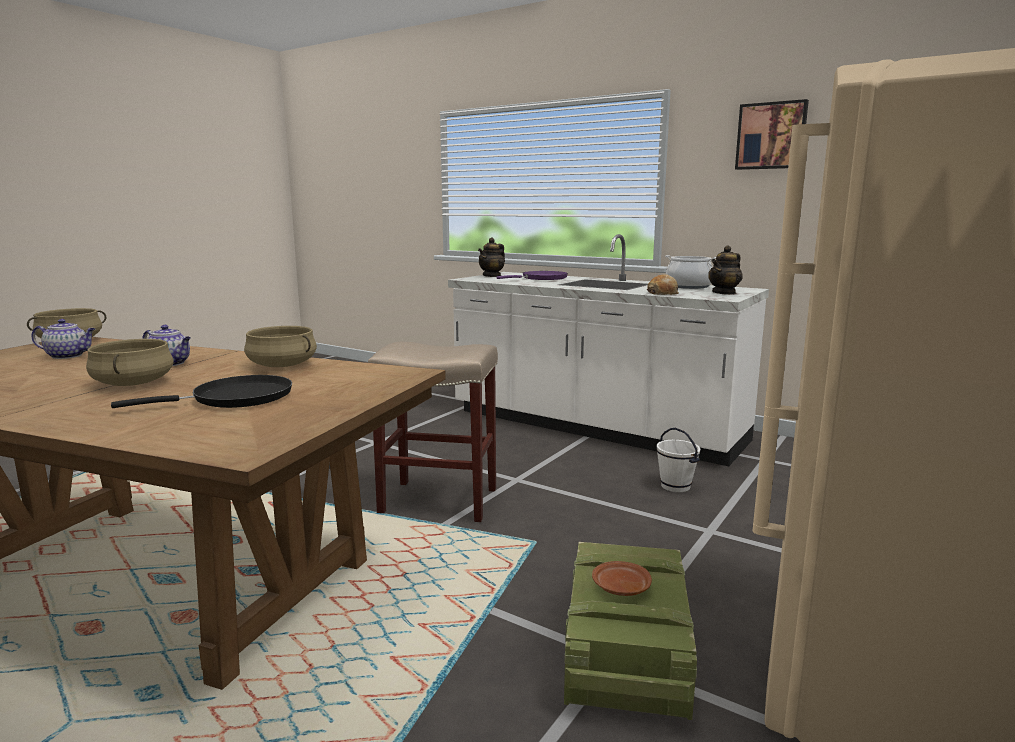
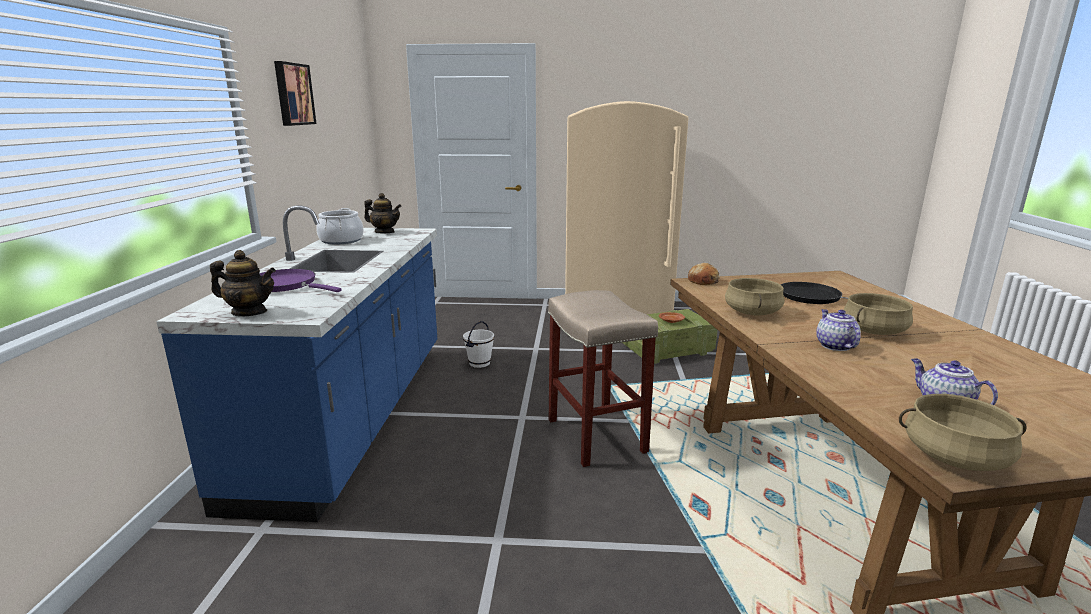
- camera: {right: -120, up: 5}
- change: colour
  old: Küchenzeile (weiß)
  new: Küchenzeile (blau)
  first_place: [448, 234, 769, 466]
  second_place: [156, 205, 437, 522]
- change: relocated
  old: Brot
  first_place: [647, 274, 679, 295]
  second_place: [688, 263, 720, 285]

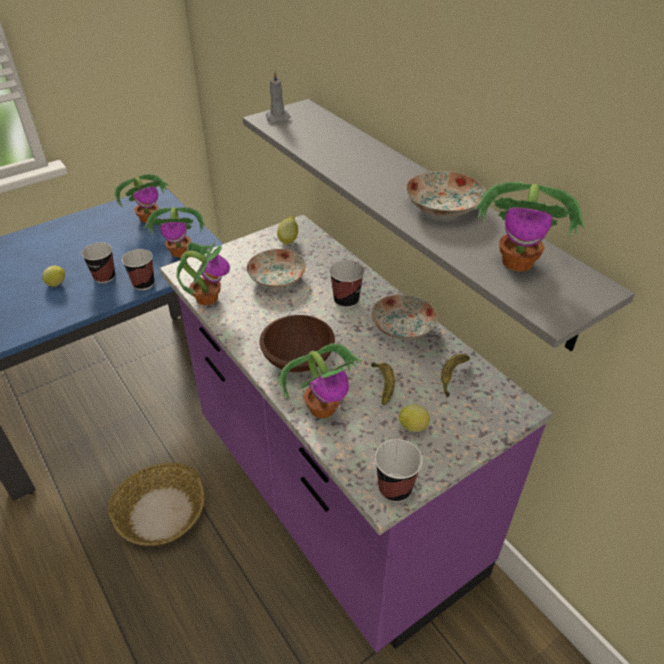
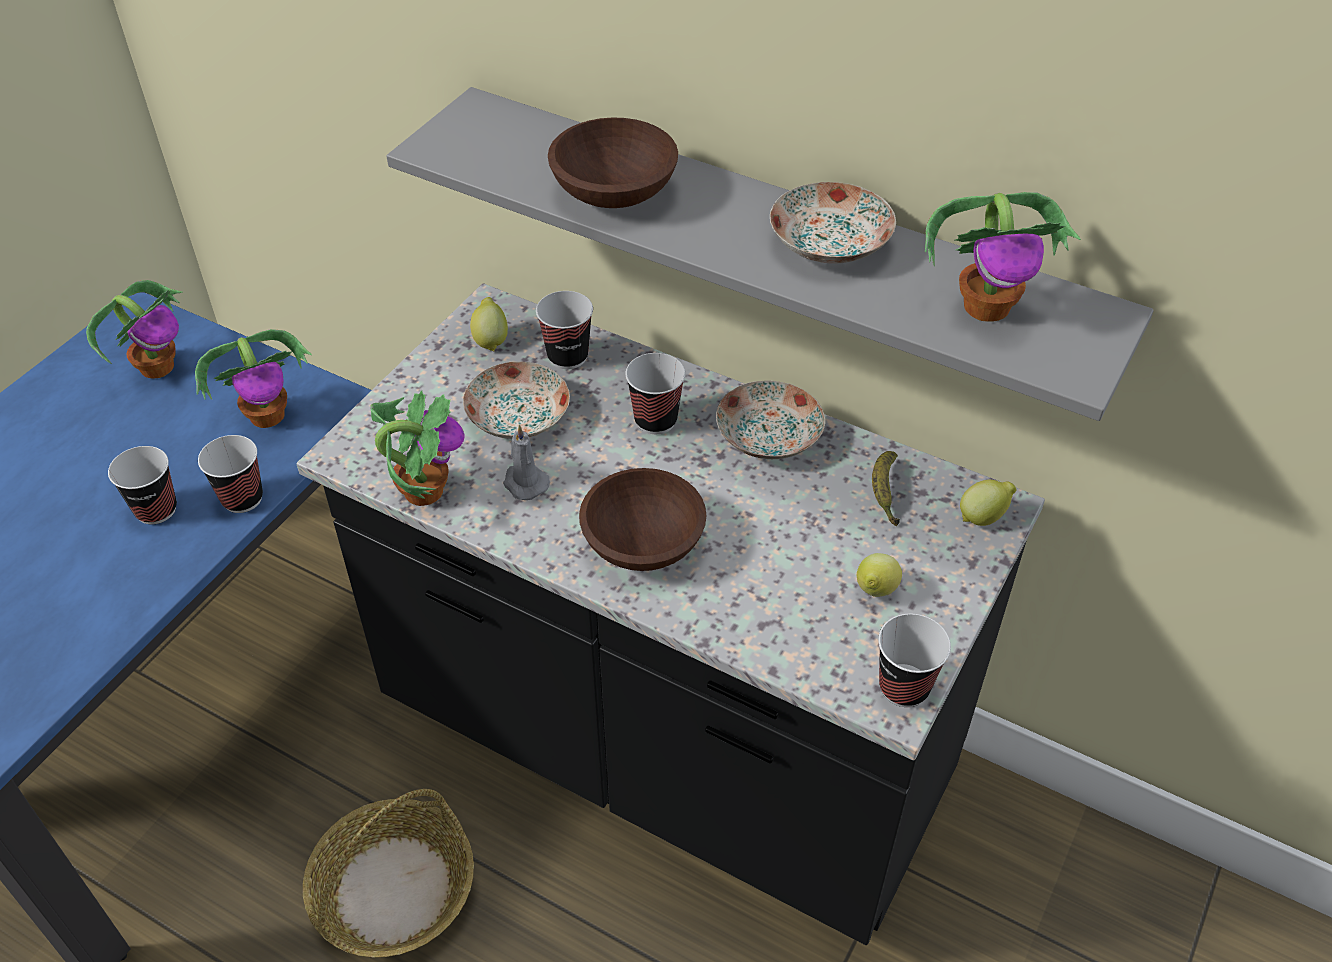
- camera: {right: -25, up: 5}
- change: colour
  old: Küchenzeile (lila)
  new: Küchenzeile (schwarz)
  first_place: [160, 214, 553, 653]
  second_place: [297, 283, 1045, 945]
- change: relocated
  old: Kerze (grau)
  first_place: [266, 71, 291, 123]
  second_place: [503, 424, 550, 500]
- change: appeared
  new: Tasse
  second_place: [536, 291, 593, 369]
- change: appeared
  new: Schüssel (braun)
  second_place: [548, 118, 678, 208]
- change: relocated
  old: Zitrone
  first_place: [42, 266, 65, 287]
  second_place: [960, 480, 1017, 526]
- change: missing
  old: Topfpflanze
  first_place: [279, 343, 362, 418]
- change: missing
  old: Banane
  first_place: [371, 362, 395, 405]

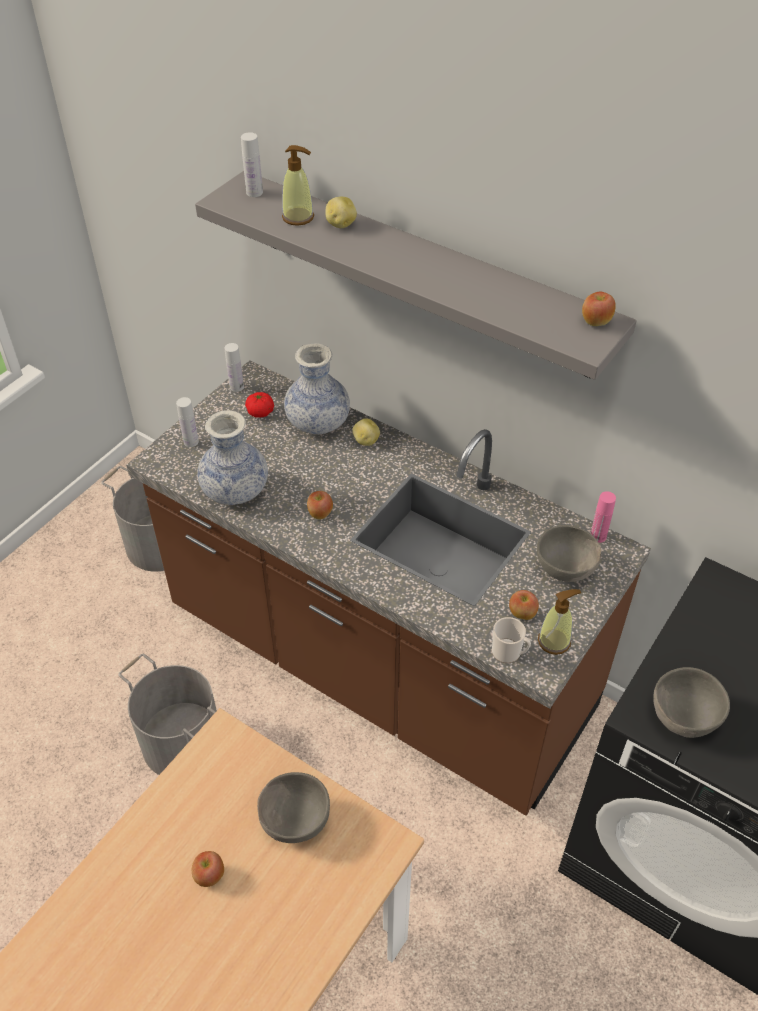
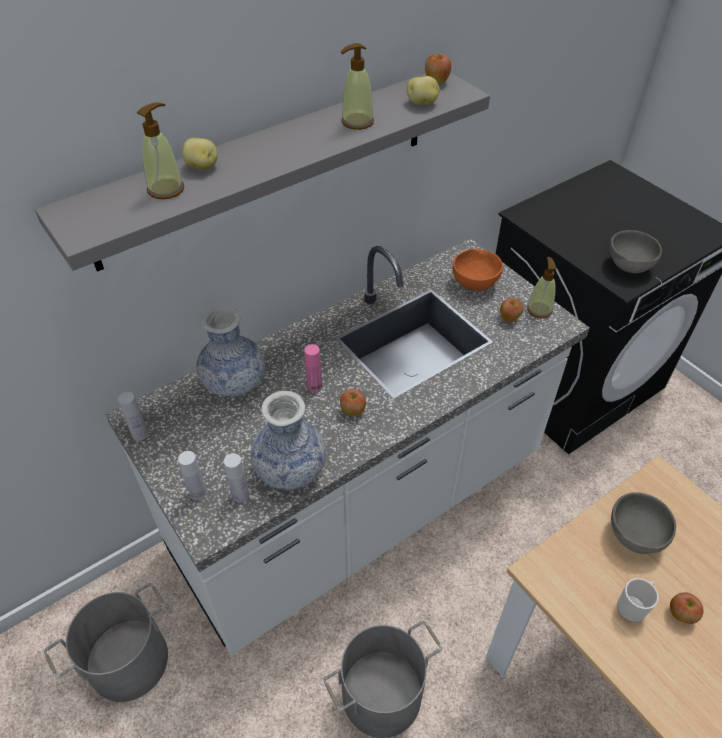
- camera: {right: -70, up: 0}
- change: colour
  old: Küchenzeile (braun)
  new: Küchenzeile (weiß)
  first_place: [126, 360, 651, 816]
  second_place: [105, 238, 590, 656]
- change: relocated
  old: Flasche (weiß)
  first_place: [241, 132, 263, 197]
  second_place: [224, 453, 249, 503]
- change: relocated
  old: Flasche (rosa)
  first_place: [591, 491, 616, 543]
  second_place: [305, 344, 322, 392]
- change: appeared
  new: Seifenspender
  second_place: [340, 43, 374, 130]
- change: relocated
  old: Kartoffel
  first_place: [352, 418, 380, 446]
  second_place: [407, 76, 440, 105]
- change: colour
  old: Schüssel (grau)
  new: Schüssel (orange)
  first_place: [537, 525, 601, 582]
  second_place: [453, 249, 503, 291]
- change: relocated
  old: Henkelbecher
  first_place: [492, 617, 531, 663]
  second_place: [617, 578, 659, 622]
- change: missing
  old: Tomate
  first_place: [245, 392, 274, 418]

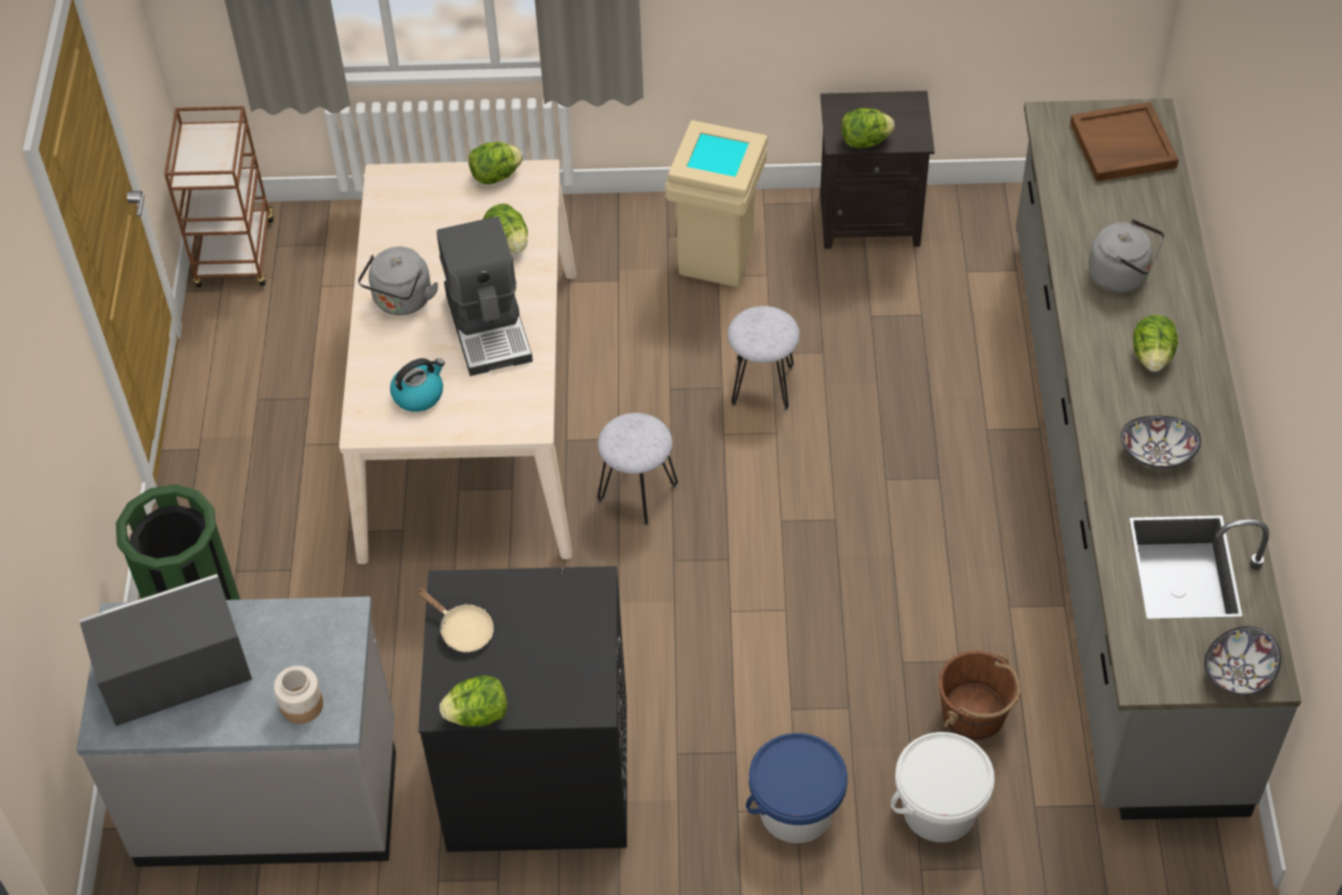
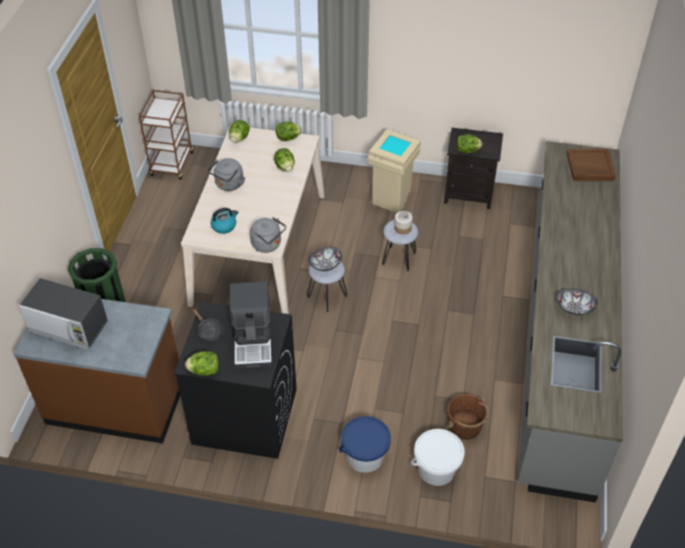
- camera: {right: 10, up: -5}
- change: colour
  old: Küchenzeile (grau)
  new: Küchenzeile (braun)
  first_place: [77, 596, 396, 867]
  second_place: [13, 299, 180, 443]
- change: spun
  old: Mikrowelle
  first_place: [79, 574, 252, 726]
  second_place: [19, 278, 108, 350]
  degrees: -150
- change: colour
  old: Pfanne (beige)
  new: Pfanne (schwarz)
  first_place: [417, 588, 494, 652]
  second_place: [191, 307, 224, 341]
- change: relocated
  old: Salatkopf
  first_place: [1133, 315, 1178, 372]
  second_place: [229, 120, 250, 143]
- change: relocated
  old: Kaffeemaschine
  first_place: [437, 216, 533, 376]
  second_place: [230, 281, 272, 369]
- change: relocated
  old: Wasserkessel (grau)
  first_place: [1088, 219, 1165, 293]
  second_place: [250, 217, 286, 253]
- change: relocated
  old: Schüssel
  first_place: [1204, 626, 1281, 695]
  second_place: [308, 247, 342, 271]
- change: relocated
  old: Vorratsglas
  first_place: [274, 666, 323, 724]
  second_place: [394, 211, 412, 235]

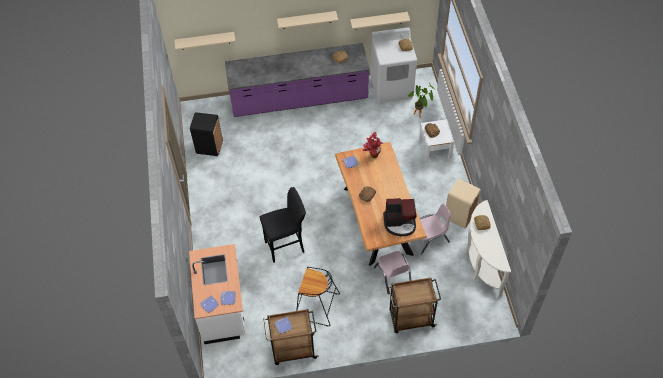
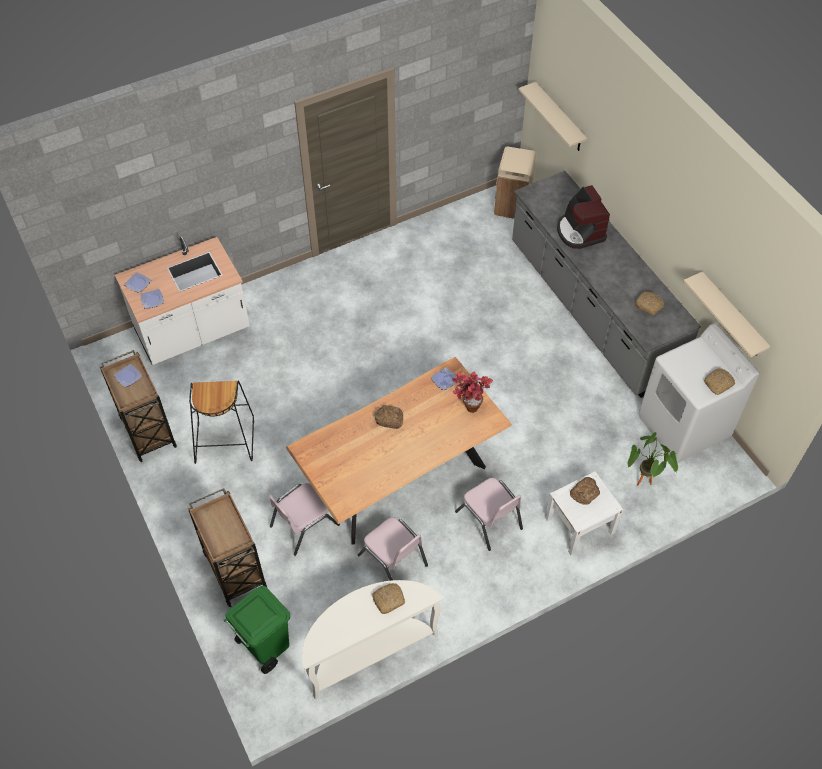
- camera: {right: 70, up: 0}
- change: appeared
  new: Mülleimer (grün)
  second_place: [224, 586, 290, 674]
- change: appeared
  new: Stuhl (rosa)
  second_place: [455, 478, 523, 551]
- change: relocated
  old: Mülleimer (beige)
  first_place: [446, 178, 481, 229]
  second_place: [494, 147, 536, 219]
- change: colour
  old: Küchenzeile (lila)
  new: Küchenzeile (grau)
  first_place: [225, 43, 370, 117]
  second_place: [512, 171, 701, 398]
- change: relocated
  old: Kaffeemaschine
  first_place: [383, 198, 416, 236]
  second_place: [557, 185, 610, 249]
- change: missing
  old: Mülleimer (schwarz)
  first_place: [190, 112, 223, 156]
- change: missing
  old: Hocker (schwarz)
  first_place: [260, 187, 306, 263]
- change: missing
  old: Wandregal (beige)
  first_place: [277, 11, 338, 29]

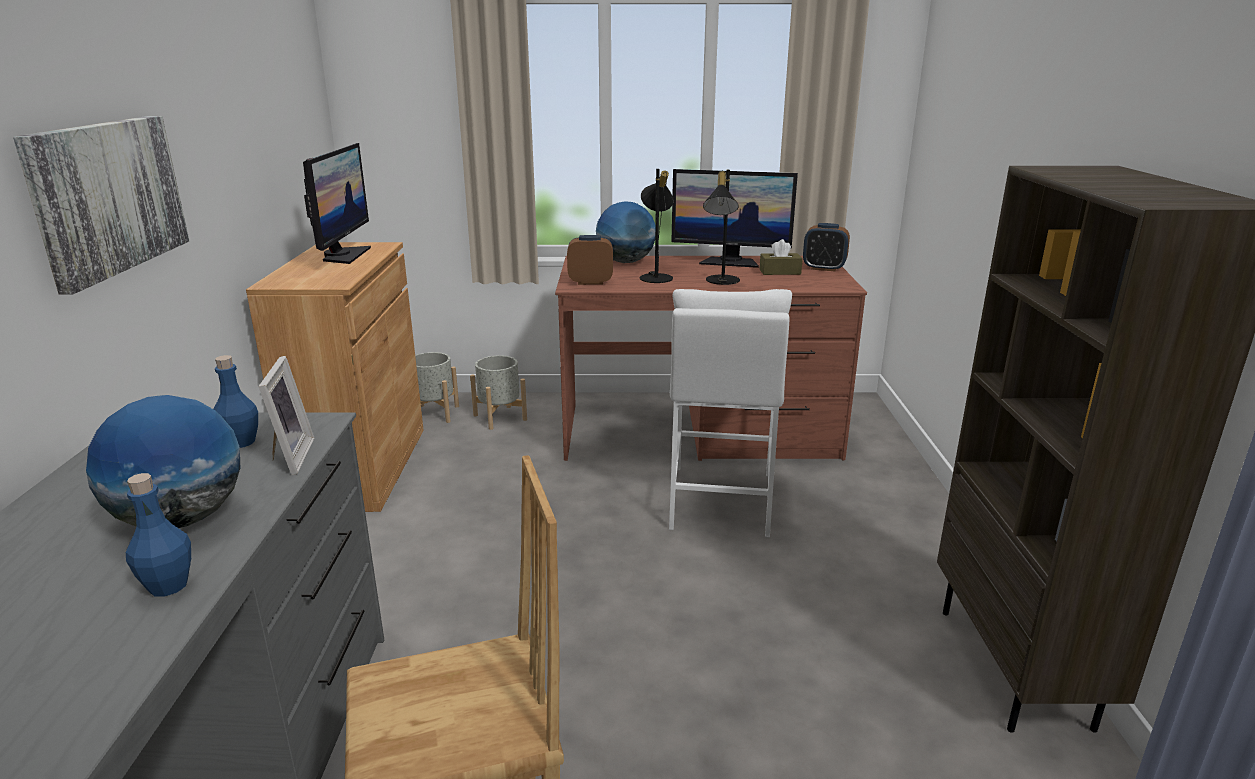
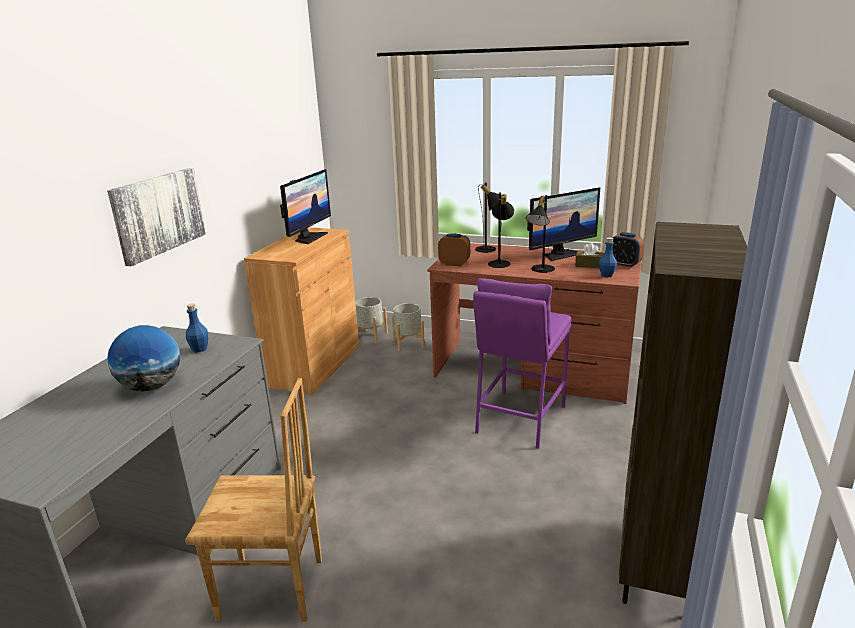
- camera: {right: 20, up: 0}
- change: colour
  old: Hocker (weiß)
  new: Hocker (lila)
  first_place: [669, 289, 792, 538]
  second_place: [473, 278, 571, 449]
- change: exchanged
  old: Globus
  new: Tischlampe (schwarz)
  first_place: [596, 201, 655, 263]
  second_place: [475, 182, 499, 253]
- change: spun
  old: Monitor
  first_place: [671, 169, 798, 268]
  second_place: [527, 187, 600, 261]
  degrees: -60
- change: relocated
  old: Flasche (blau)
  first_place: [126, 473, 191, 596]
  second_place: [599, 238, 617, 277]
- change: missing
  old: Bilderrahmen
  first_place: [258, 356, 315, 475]

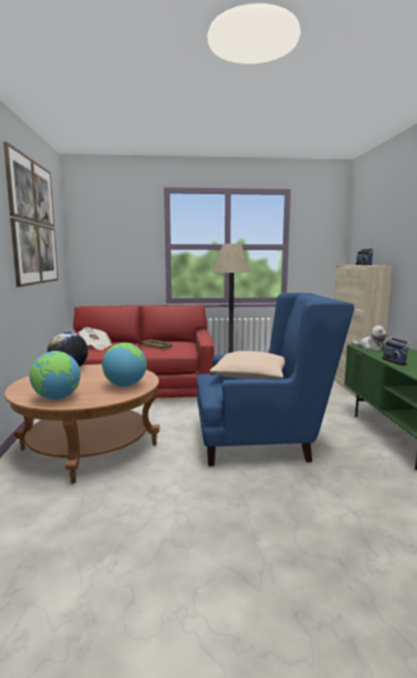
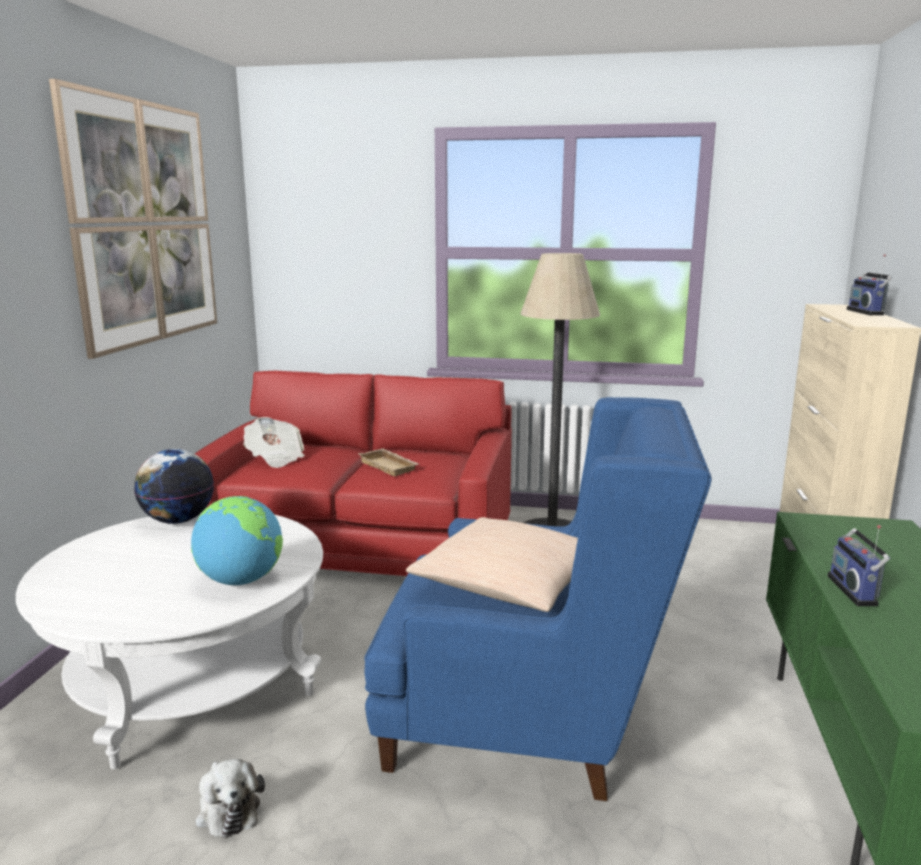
- camera: {right: 15, up: 5}
- change: colour
  old: Couchtisch (braun)
  new: Couchtisch (weiß)
  first_place: [4, 364, 160, 484]
  second_place: [16, 514, 323, 769]
- change: relocated
  old: Plüschtier
  first_place: [352, 325, 387, 351]
  second_place: [195, 759, 265, 838]
- change: missing
  old: Globus
  first_place: [29, 351, 81, 400]

